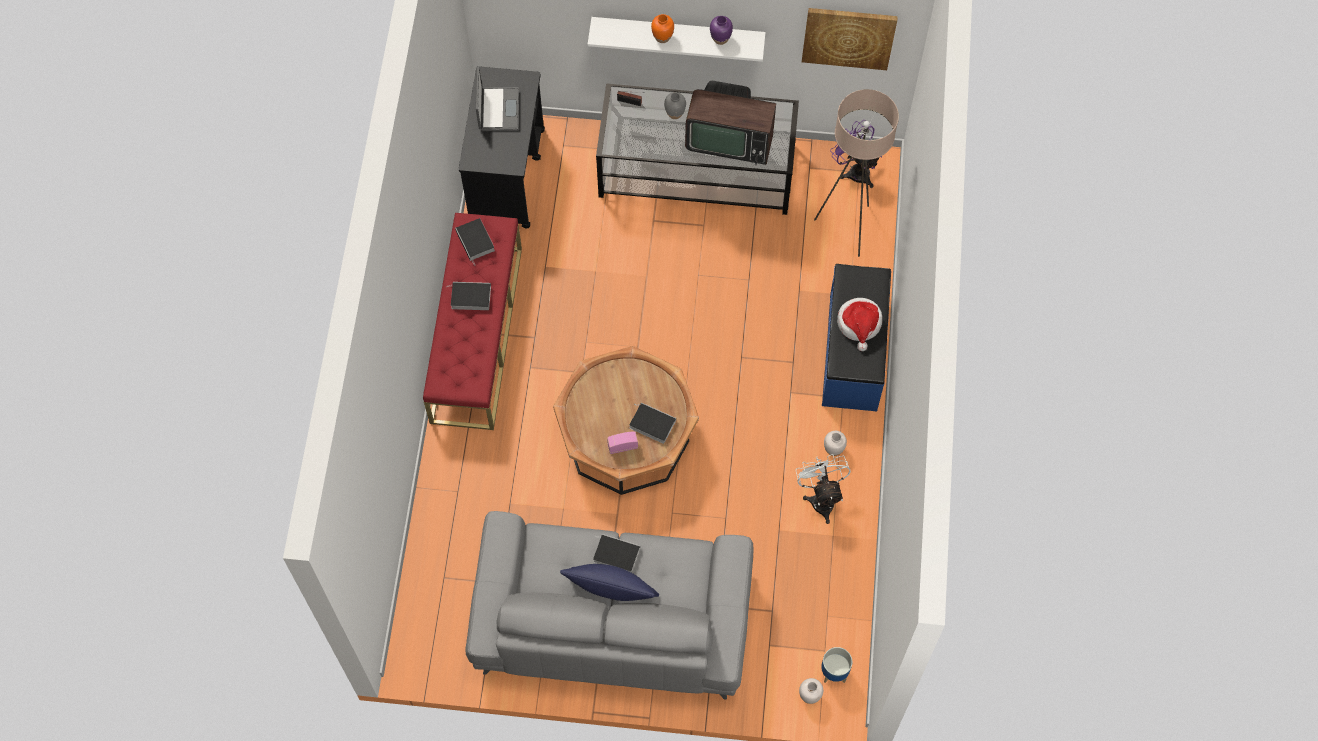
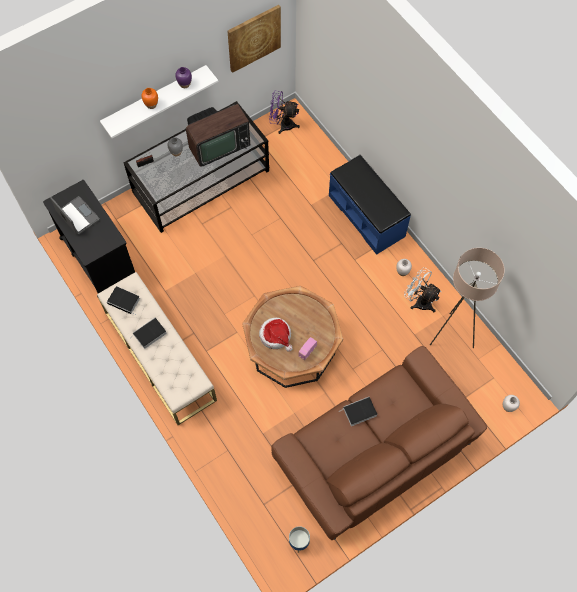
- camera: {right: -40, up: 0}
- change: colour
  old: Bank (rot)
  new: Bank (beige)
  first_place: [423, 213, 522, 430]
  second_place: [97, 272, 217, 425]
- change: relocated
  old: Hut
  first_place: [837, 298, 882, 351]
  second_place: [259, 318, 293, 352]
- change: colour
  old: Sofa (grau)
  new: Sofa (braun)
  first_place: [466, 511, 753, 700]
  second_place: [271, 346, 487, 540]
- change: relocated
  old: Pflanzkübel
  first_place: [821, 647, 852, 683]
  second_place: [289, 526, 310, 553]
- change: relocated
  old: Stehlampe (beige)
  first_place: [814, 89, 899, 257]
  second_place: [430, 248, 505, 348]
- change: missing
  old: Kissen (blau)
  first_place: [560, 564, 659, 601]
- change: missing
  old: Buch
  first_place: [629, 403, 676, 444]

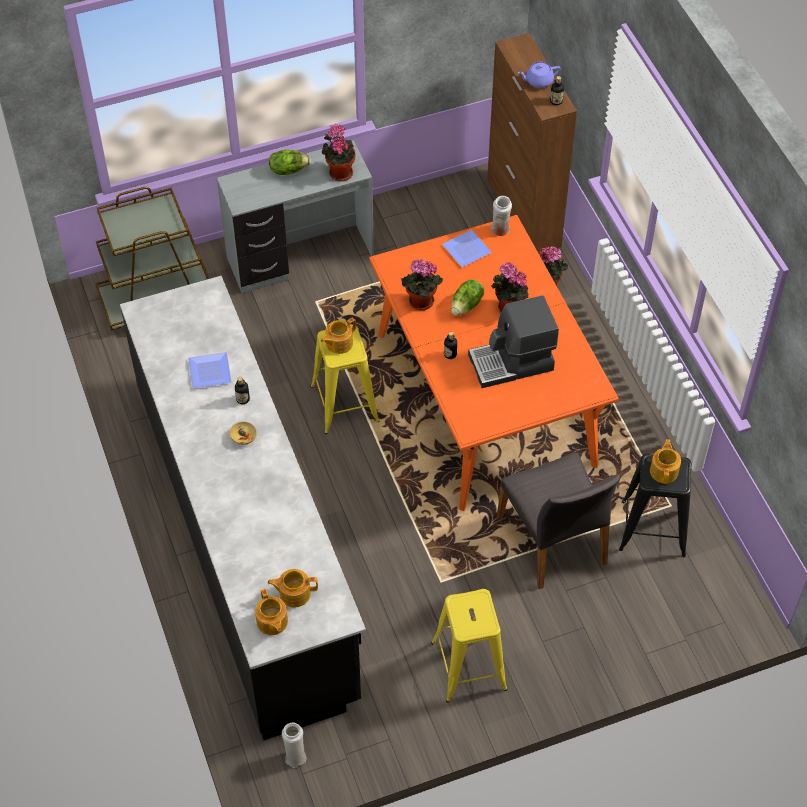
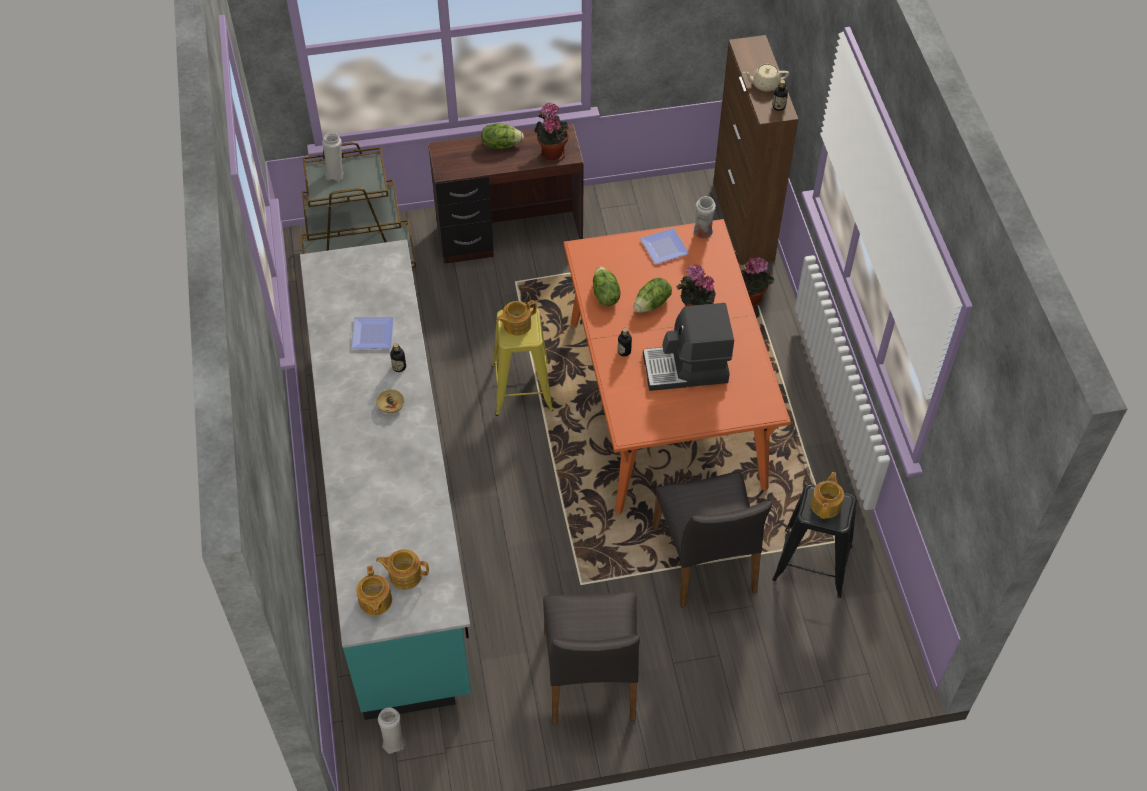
- camera: {right: 10, up: 0}
- change: colour
  old: Küchenzeile (schwarz)
  new: Küchenzeile (türkis)
  first_place: [120, 276, 366, 741]
  second_place: [300, 240, 471, 720]
- change: appeared
  new: Vase (weiß)
  second_place: [322, 133, 344, 181]
- change: colour
  old: Schreibtisch (grau)
  new: Schreibtisch (braun)
  first_place: [217, 140, 374, 293]
  second_place: [428, 124, 584, 264]
- change: exchanged
  old: Hocker (gelb)
  new: Stuhl (grau)
  first_place: [431, 589, 508, 702]
  second_place: [543, 592, 640, 724]
- change: exchanged
  old: Topfpflanze
  new: Salatkopf
  first_place: [401, 259, 443, 310]
  second_place: [593, 267, 621, 306]
- change: colour
  old: Teekanne (lila)
  new: Teekanne (beige)
  first_place: [518, 61, 561, 88]
  second_place: [743, 64, 789, 91]

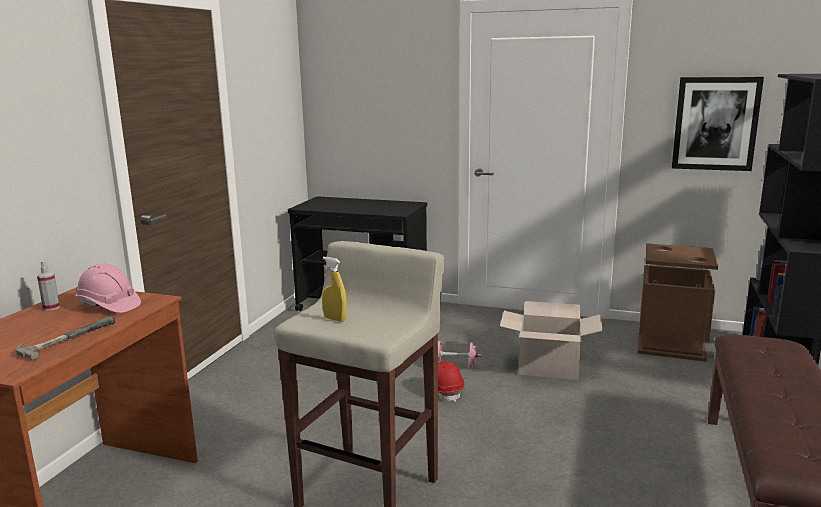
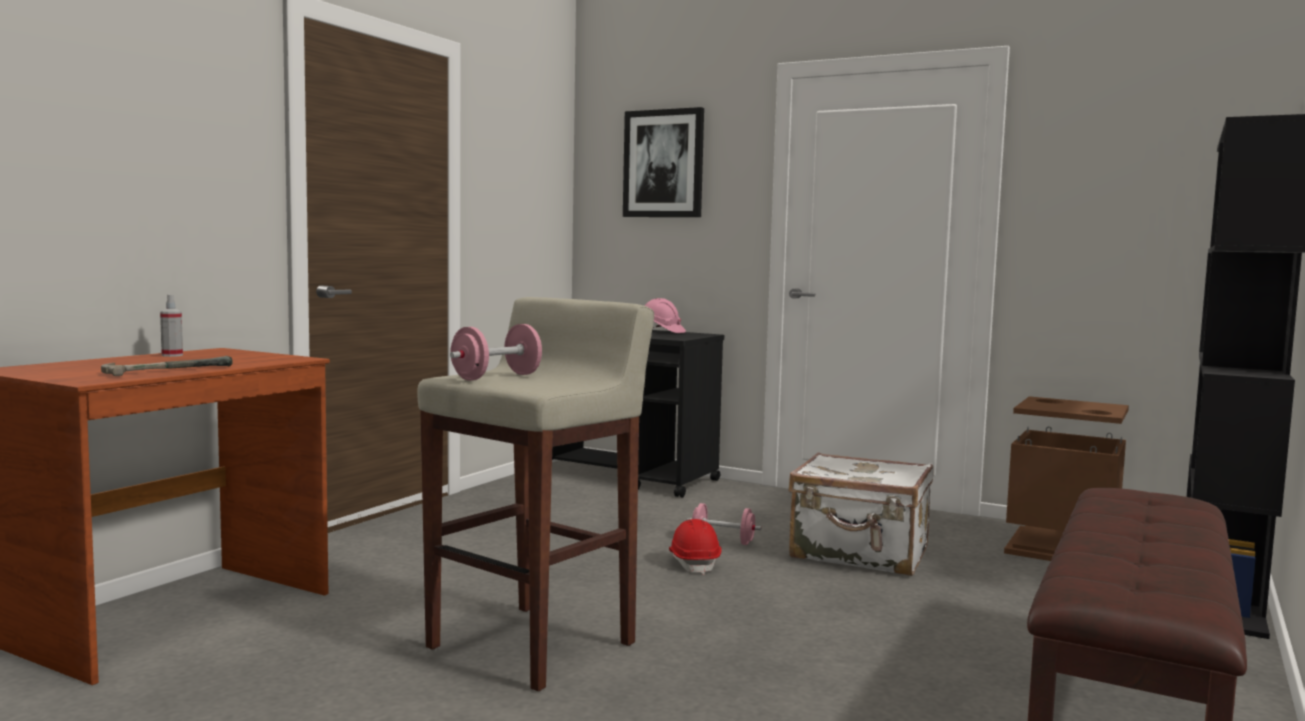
- camera: {right: 10, up: -10}
- change: exchanged
  old: Sprühflasche (gelb)
  new: Hantel (rosa)
  first_place: [322, 257, 347, 322]
  second_place: [450, 324, 542, 380]
- change: relocated
  old: Bild
  first_place: [672, 77, 764, 171]
  second_place: [623, 107, 704, 217]
- change: relocated
  old: Schutzhelm (rosa)
  first_place: [76, 264, 141, 313]
  second_place: [645, 298, 686, 333]
- change: exchanged
  old: Karton
  new: Koffer (weiß)
  first_place: [500, 301, 603, 380]
  second_place: [789, 452, 933, 576]

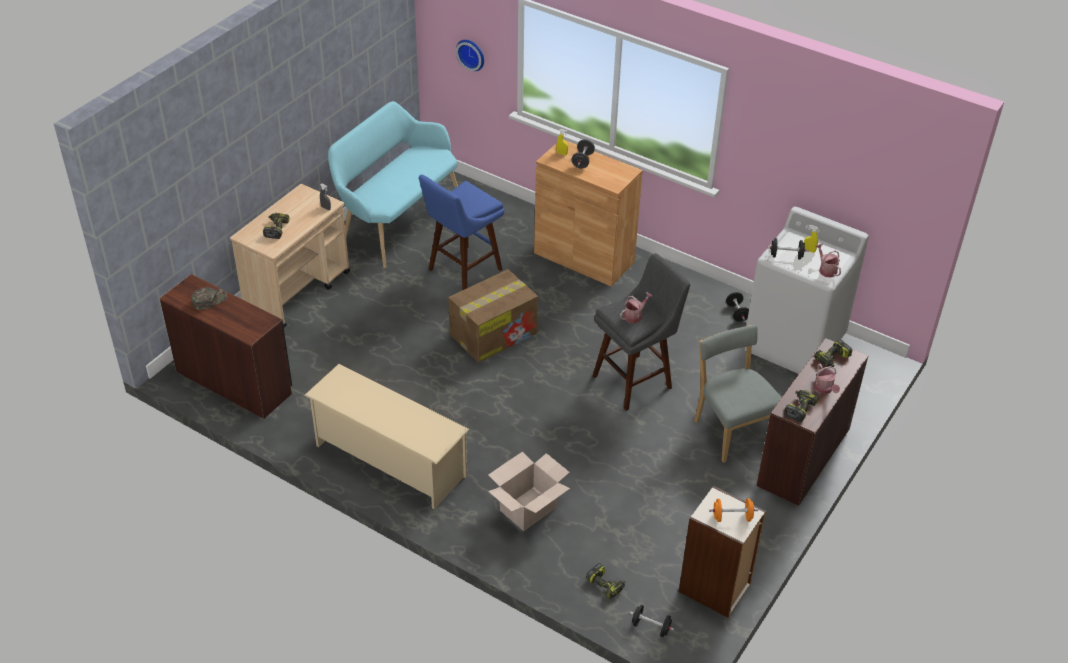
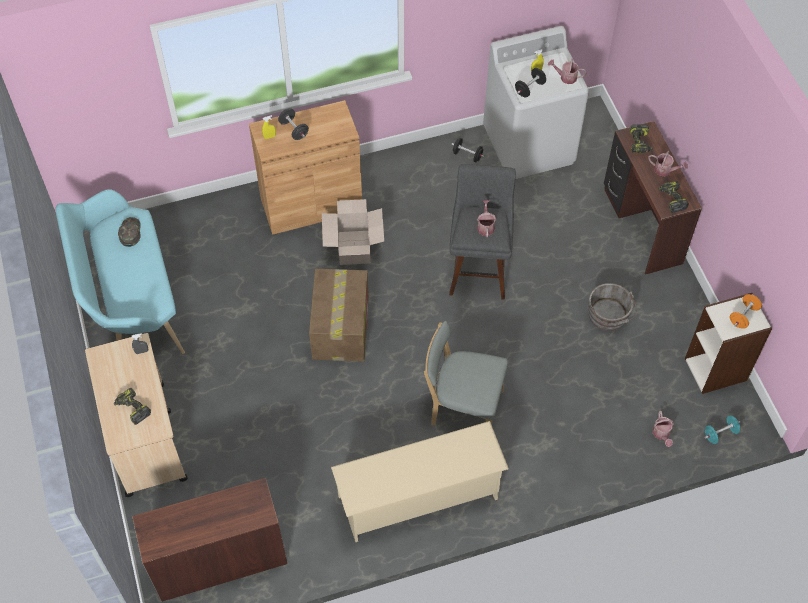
- camera: {right: -50, up: 15}
- change: relocated
  old: Kappe (grün)
  first_place: [191, 287, 228, 310]
  second_place: [118, 217, 141, 247]
- change: relocated
  old: Karton
  first_place: [488, 452, 570, 531]
  second_place: [322, 199, 384, 265]
- change: relocated
  old: Stuhl (grau)
  first_place: [694, 325, 782, 463]
  second_place: [424, 321, 508, 425]
- change: appeared
  new: Eimer (grau)
  second_place: [588, 283, 637, 331]
- change: exchanged
  old: Bohrmaschine
  new: Gießkanne
  first_place: [586, 563, 625, 599]
  second_place: [652, 411, 674, 447]
- change: colour
  old: Hantel (schwarz)
  new: Hantel (türkis)
  first_place: [630, 605, 674, 637]
  second_place: [704, 415, 741, 444]
- change: missing
  old: Hocker (blau)
  first_place: [419, 175, 504, 290]
- change: missing
  old: Wanduhr
  first_place: [456, 40, 484, 71]

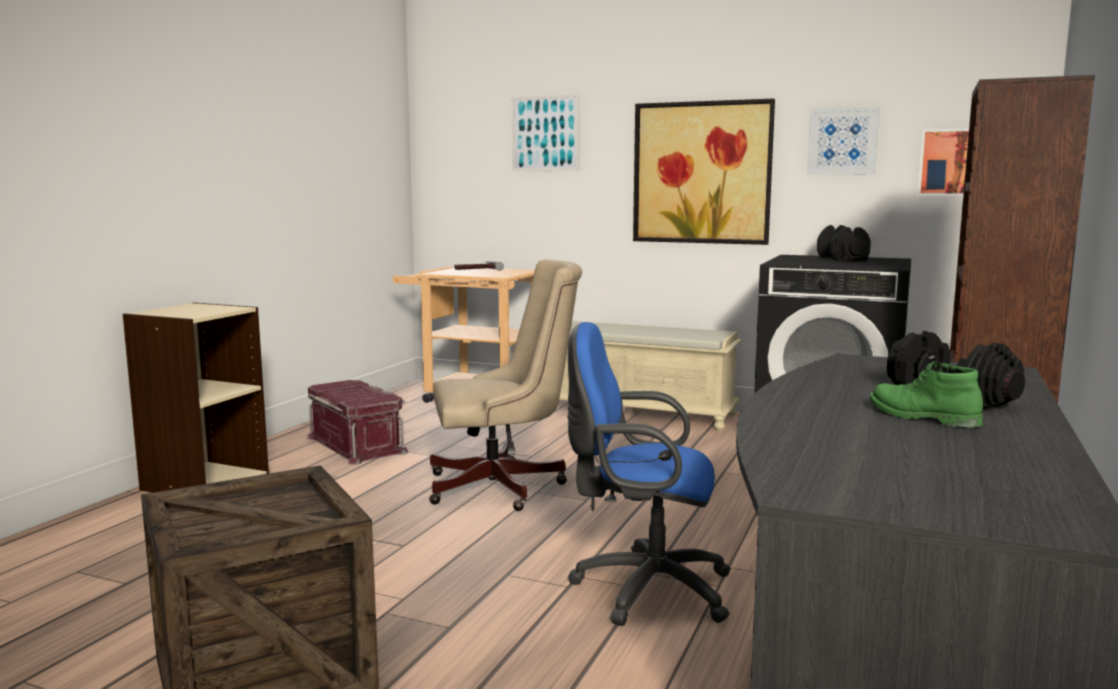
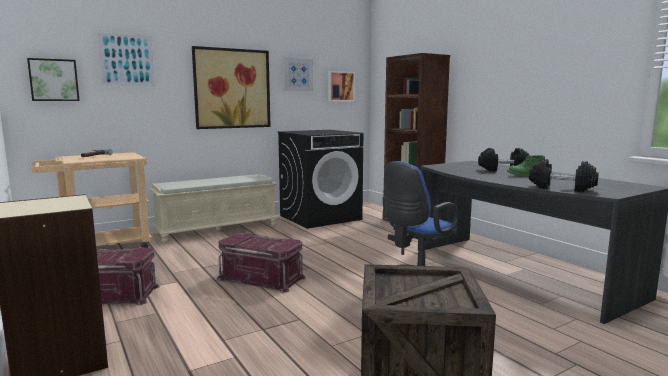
- camera: {right: -55, up: 0}
- change: appeared
  new: Bild
  second_place: [27, 58, 80, 101]
- change: exchanged
  old: Bürostuhl (beige)
  new: Aufbewahrungsbox (rot)
  first_place: [429, 259, 582, 511]
  second_place: [217, 233, 306, 293]
- change: relocated
  old: Hantel (schwarz)
  first_place: [817, 225, 871, 261]
  second_place: [529, 159, 599, 192]

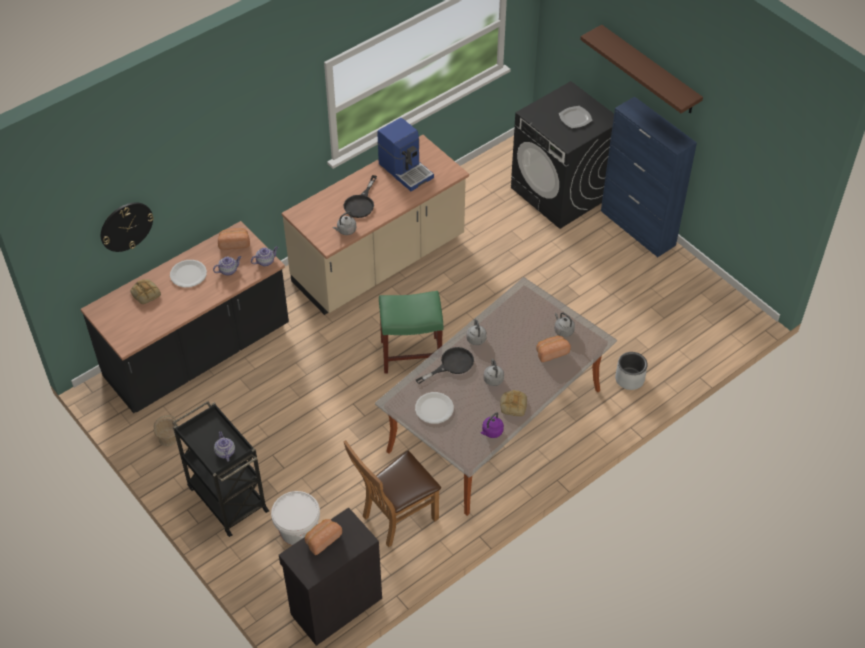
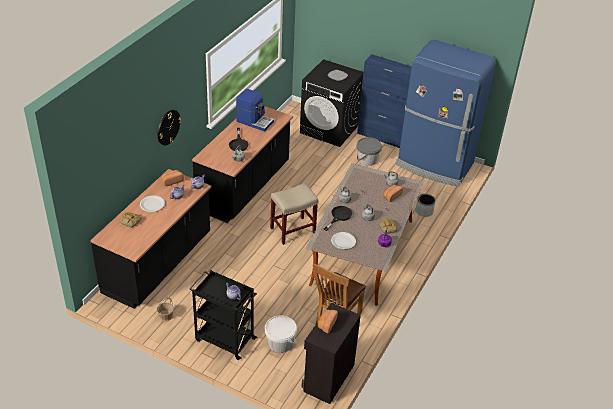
- camera: {right: -25, up: -10}
- change: relocated
  old: Wanduhr
  first_place: [101, 202, 154, 252]
  second_place: [158, 110, 181, 145]
- change: colour
  old: Küchenzeile (beige)
  new: Küchenzeile (schwarz)
  first_place: [282, 135, 469, 315]
  second_place: [192, 106, 293, 223]
- change: colour
  old: Hocker (grün)
  new: Hocker (beige)
  first_place: [379, 291, 444, 374]
  second_place: [270, 183, 318, 245]
- change: appeared
  new: Eimer (grau)
  second_place: [357, 137, 382, 166]
- change: appeared
  new: Kühlschrank (blau)
  second_place: [396, 40, 496, 187]
- change: missing
  old: Wandregal (braun)
  first_place: [580, 25, 703, 114]

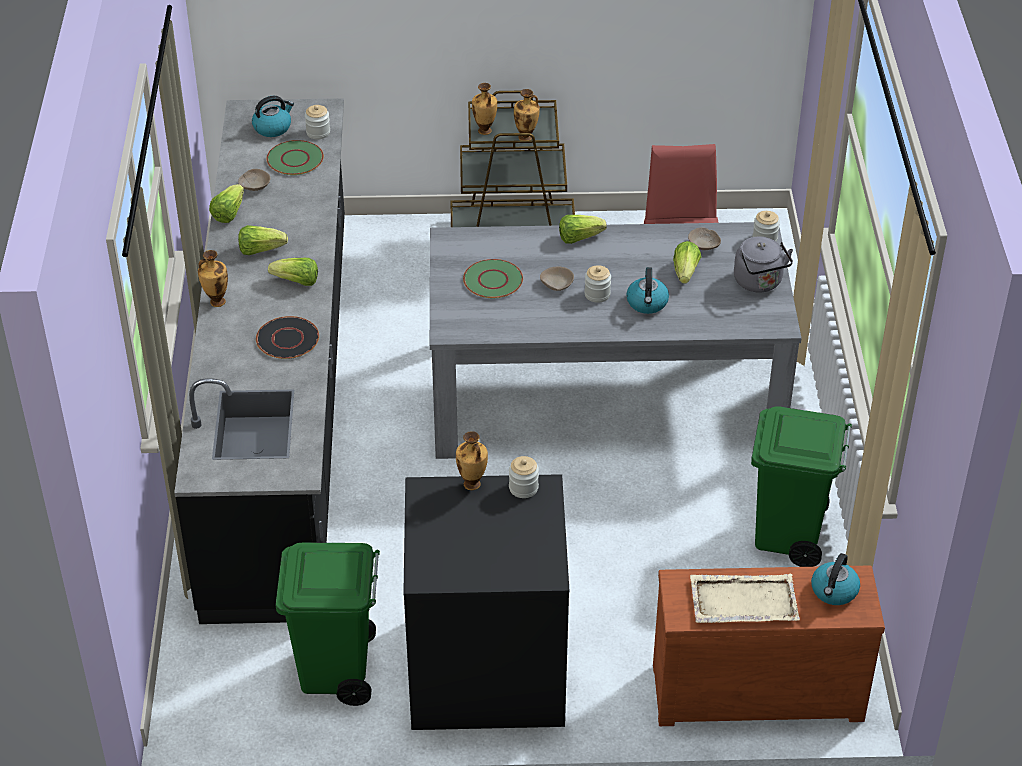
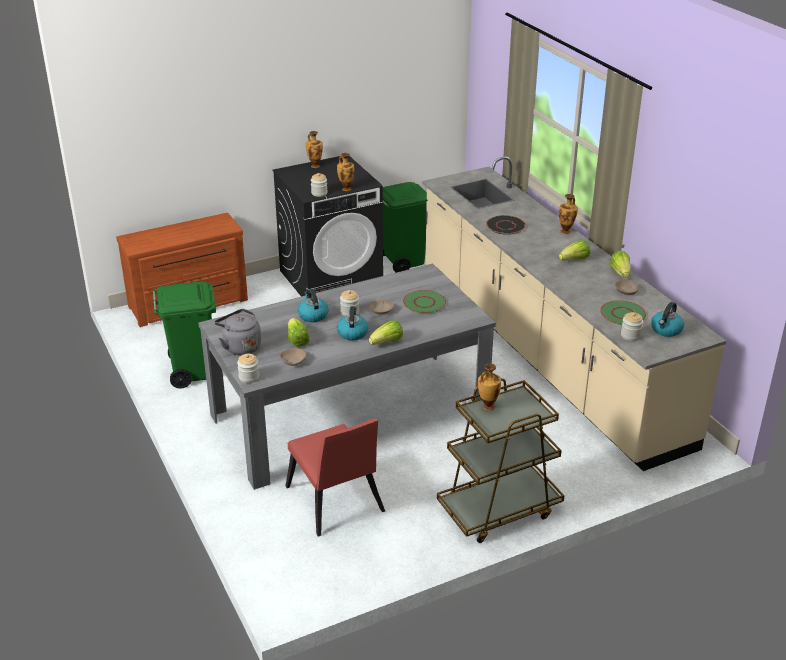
- camera: {right: 155, up: -10}
- change: relocated
  old: Vase
  first_place: [472, 83, 497, 135]
  second_place: [306, 131, 323, 168]
- change: relocated
  old: Wasserkessel
  first_place: [811, 553, 860, 605]
  second_place: [337, 306, 368, 341]
- change: colour
  old: Küchenzeile (schwarz)
  new: Küchenzeile (beige)
  first_place: [174, 98, 345, 624]
  second_place: [422, 156, 726, 471]
- change: missing
  old: Salatkopf
  first_place: [268, 258, 318, 286]
- change: missing
  old: Tablett (beige)
  first_place: [690, 573, 800, 623]

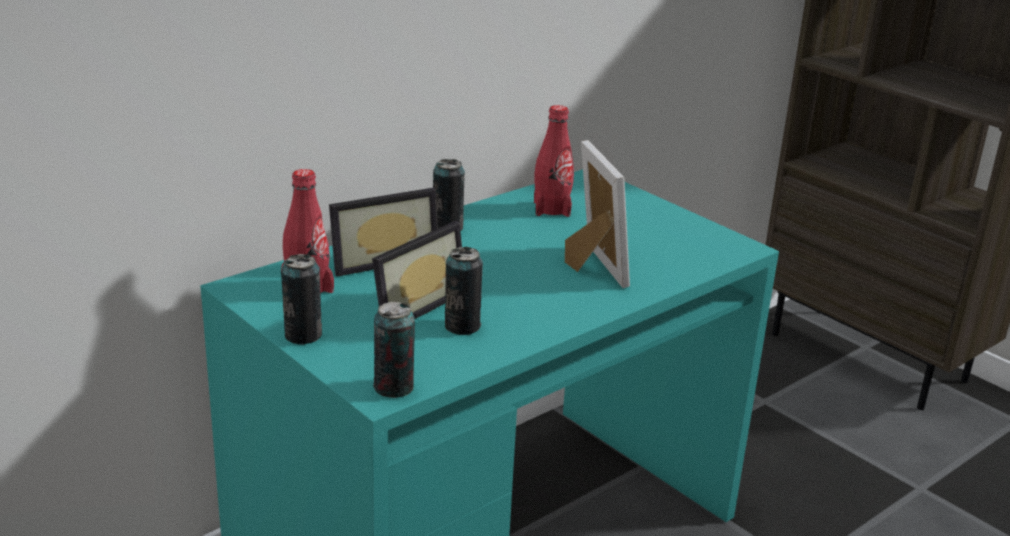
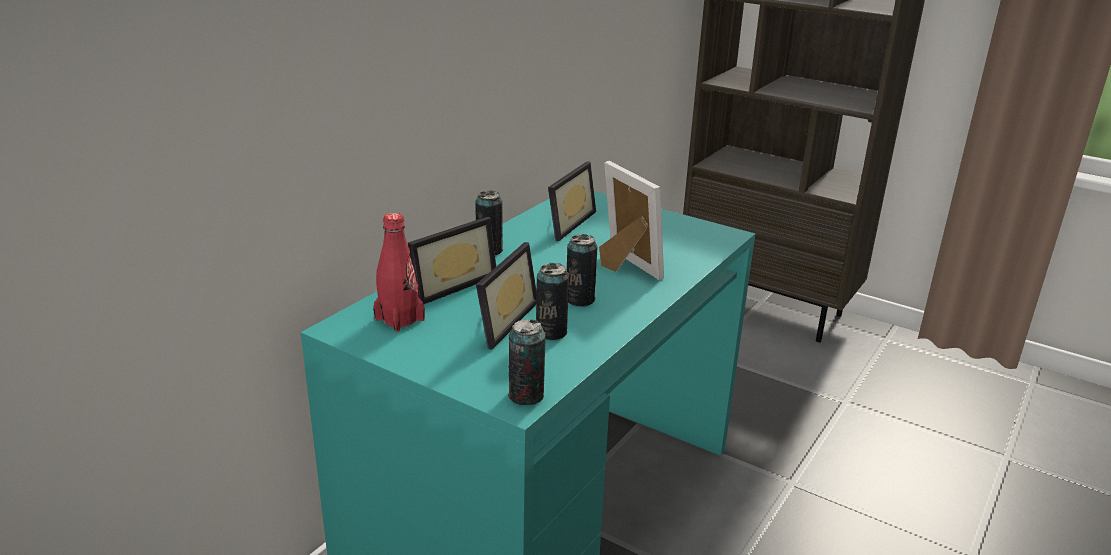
- camera: {right: -15, up: 0}
- change: exchanged
  old: Flasche (rot)
  new: Bilderrahmen
  first_place: [534, 105, 574, 217]
  second_place: [548, 161, 596, 241]
- change: relocated
  old: Dose
  first_place: [281, 254, 322, 345]
  second_place: [567, 234, 598, 307]

